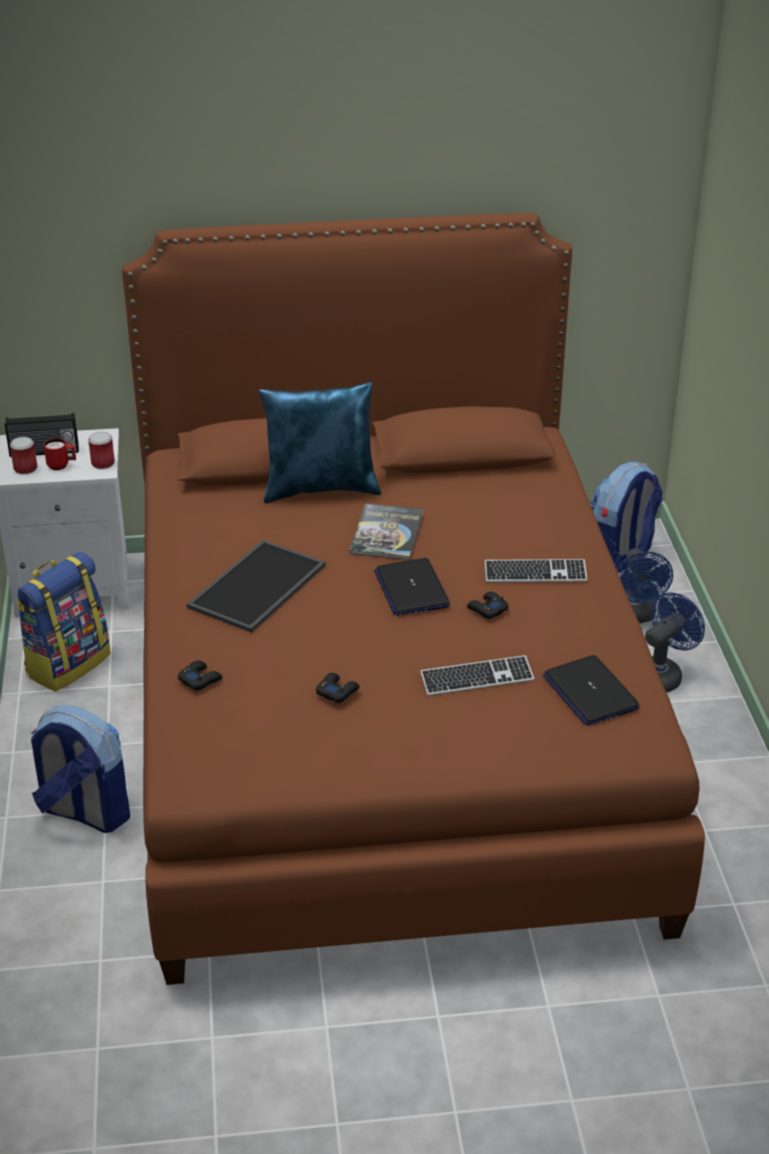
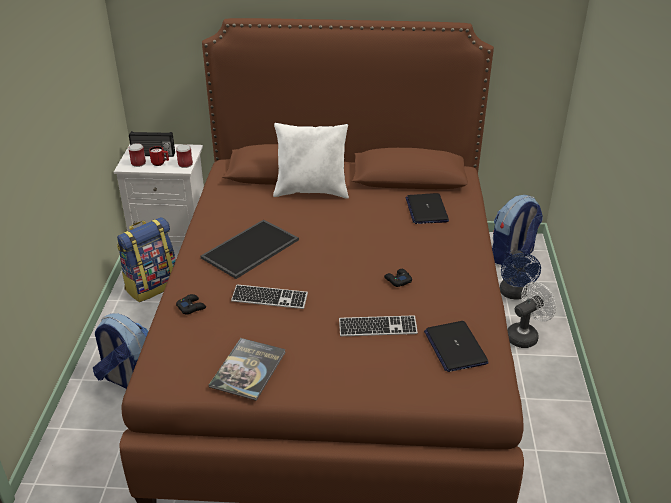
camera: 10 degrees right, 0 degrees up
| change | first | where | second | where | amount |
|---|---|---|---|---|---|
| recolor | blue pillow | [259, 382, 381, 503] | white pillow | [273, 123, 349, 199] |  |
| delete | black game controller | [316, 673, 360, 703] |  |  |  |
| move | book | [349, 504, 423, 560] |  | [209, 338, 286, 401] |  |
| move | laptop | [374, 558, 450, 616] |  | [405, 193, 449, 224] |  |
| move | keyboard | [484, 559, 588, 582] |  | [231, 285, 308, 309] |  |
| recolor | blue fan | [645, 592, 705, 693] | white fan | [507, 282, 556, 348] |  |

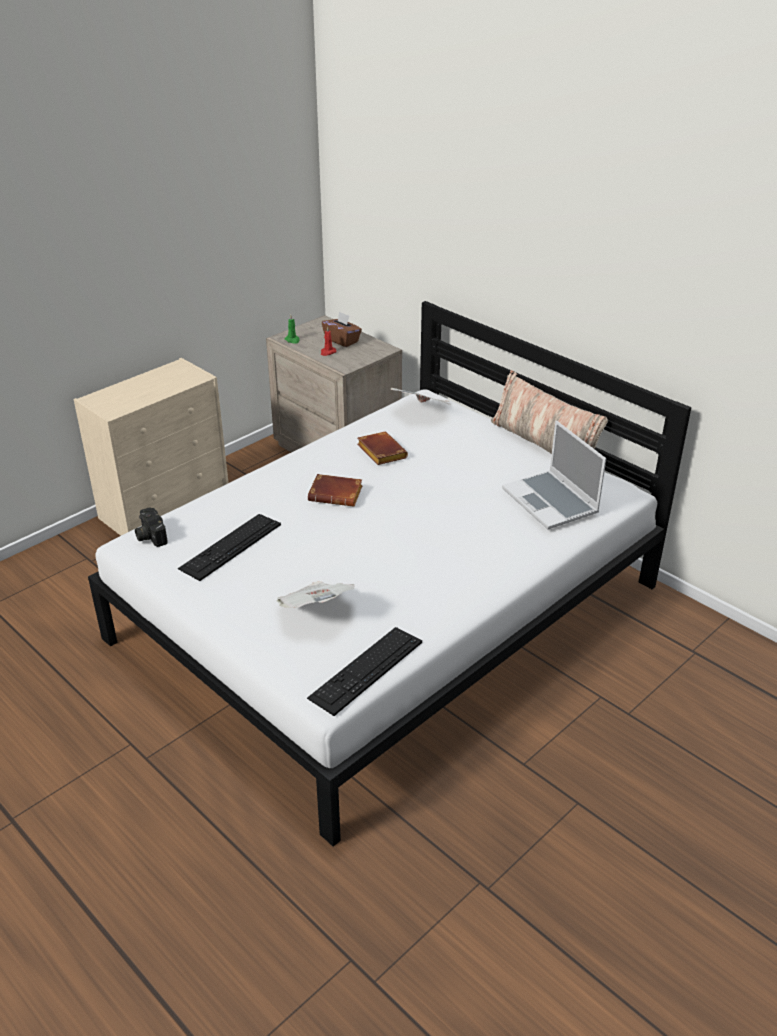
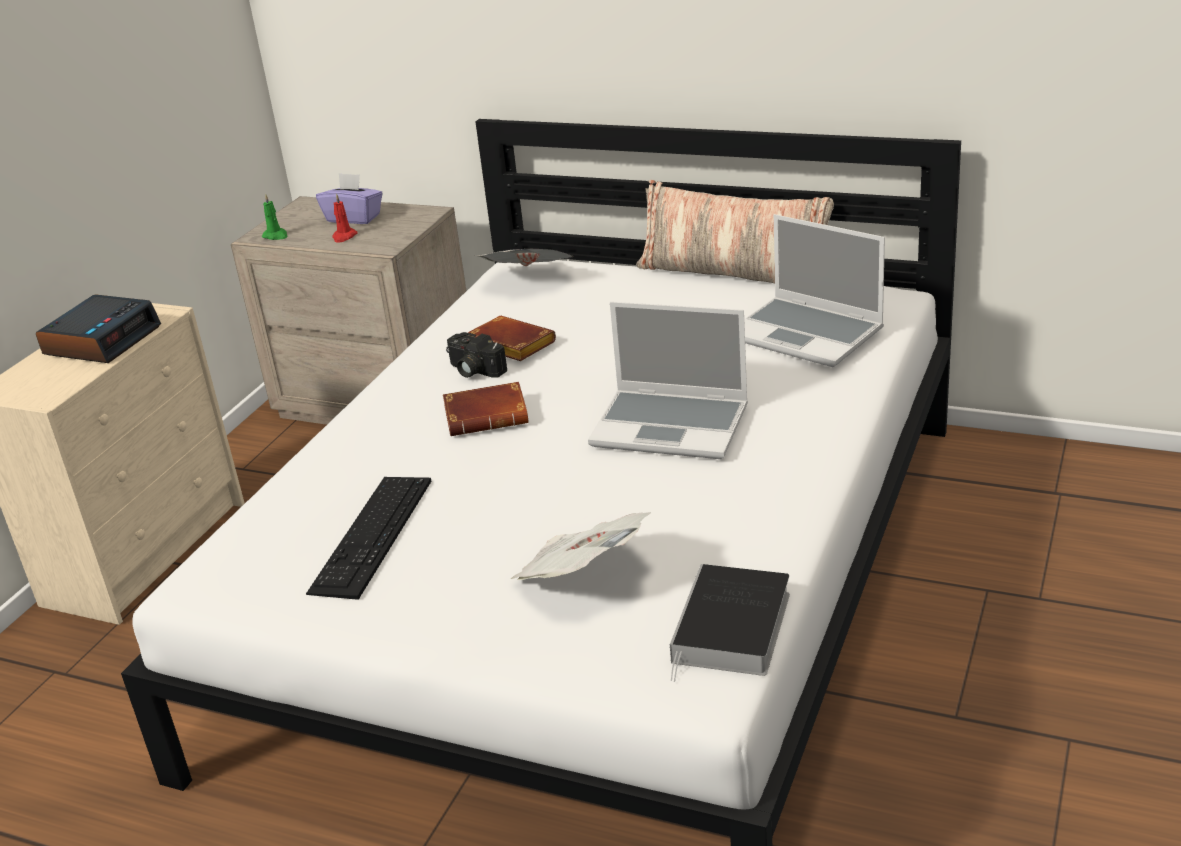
camera: 20 degrees left, 5 degrees down
| change | first | where | second | where | amount |
|---|---|---|---|---|---|
| move | photo camera | [135, 507, 168, 547] |  | [446, 332, 507, 378] |  |
| replace | keyboard | [307, 627, 422, 716] | book | [670, 564, 790, 682] |  |
| recolor | brown tissue box | [322, 311, 362, 347] | purple tissue box | [316, 173, 383, 224] |  |
| insert |  |  | alarm clock | [36, 295, 161, 363] |  |
| insert |  |  | laptop | [588, 302, 748, 459] |  |

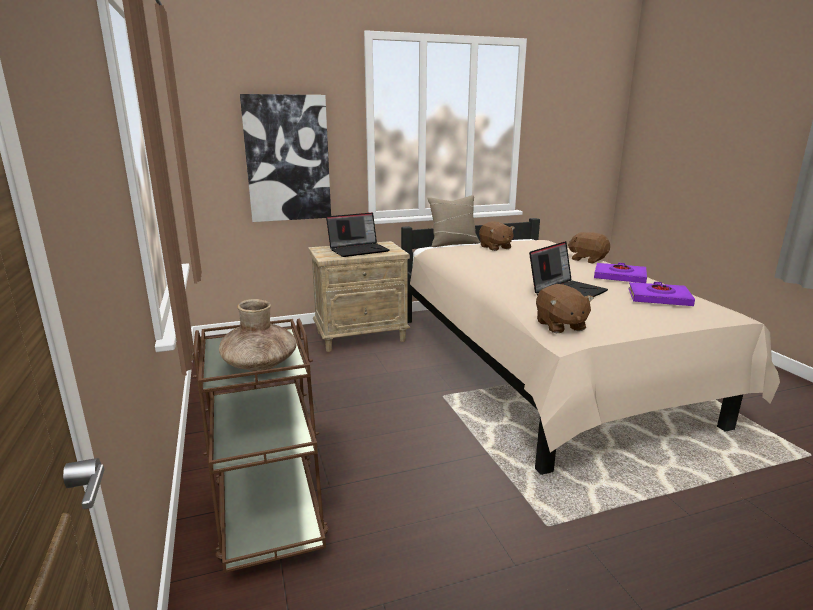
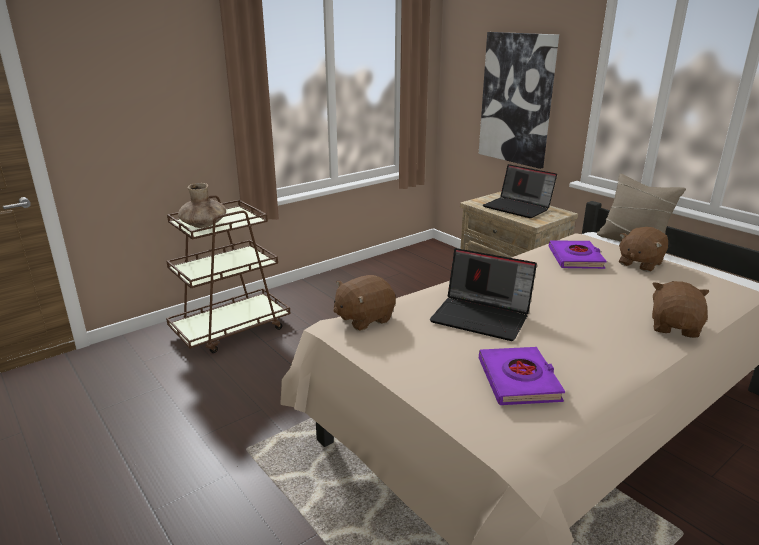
camera: 70 degrees right, 5 degrees up
| change | first | where | second | where | amount |
|---|---|---|---|---|---|
| move | purple book | [594, 263, 647, 283] |  | [548, 240, 606, 269] |  |

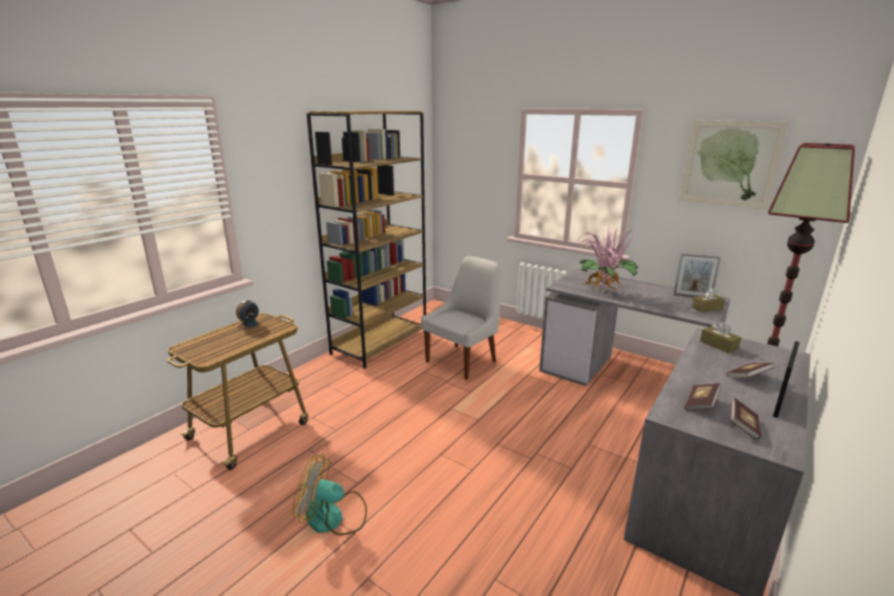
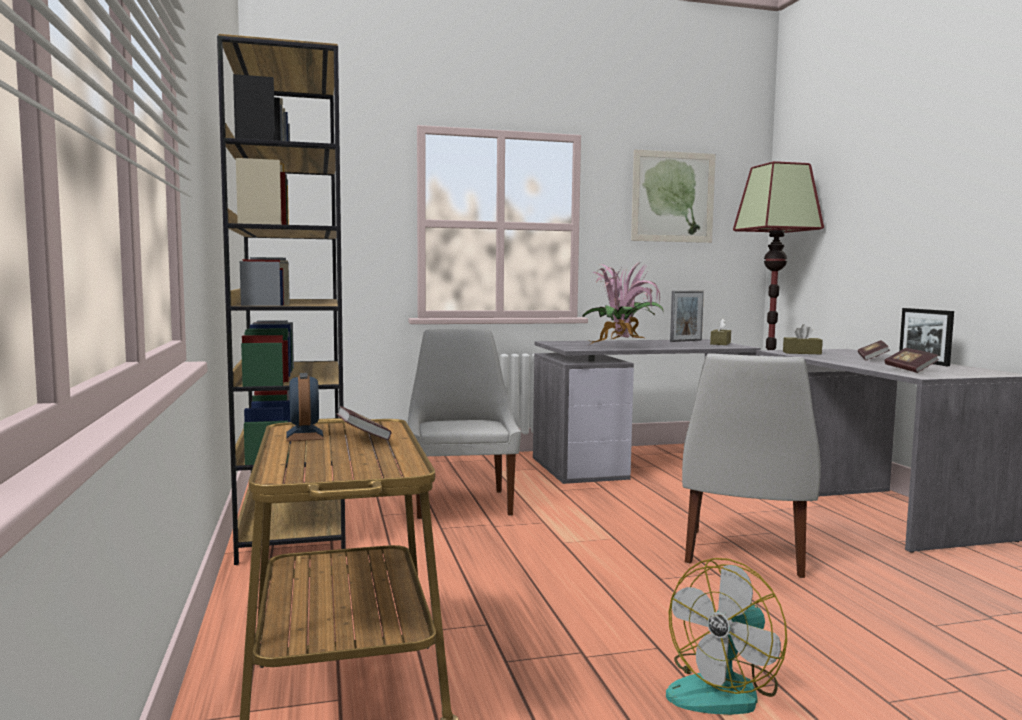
camera: 50 degrees left, 15 degrees down
| change | first | where | second | where | amount |
|---|---|---|---|---|---|
| move | book | [731, 398, 761, 440] |  | [337, 406, 392, 441] |  |
| insert |  |  | white chair | [682, 353, 821, 578] |  |

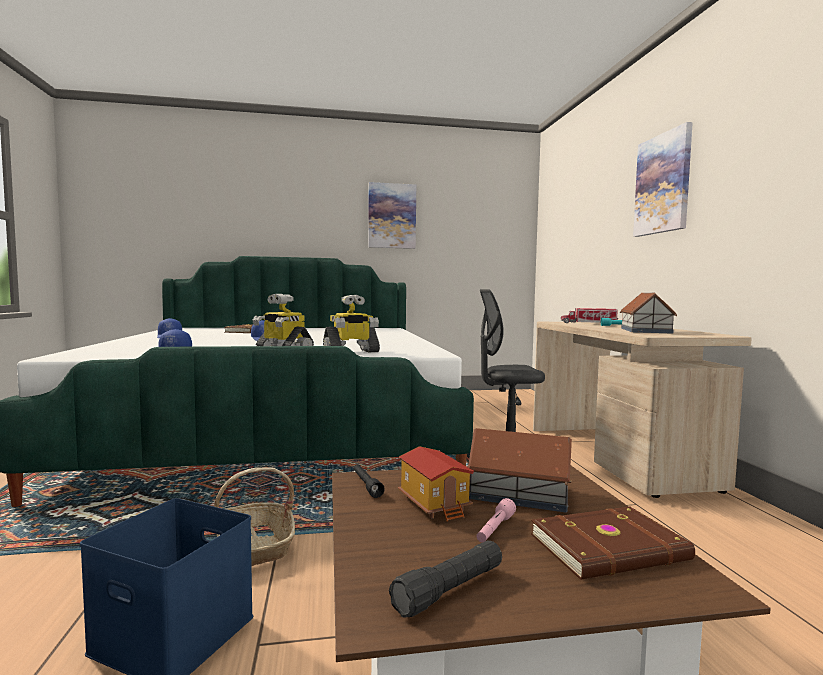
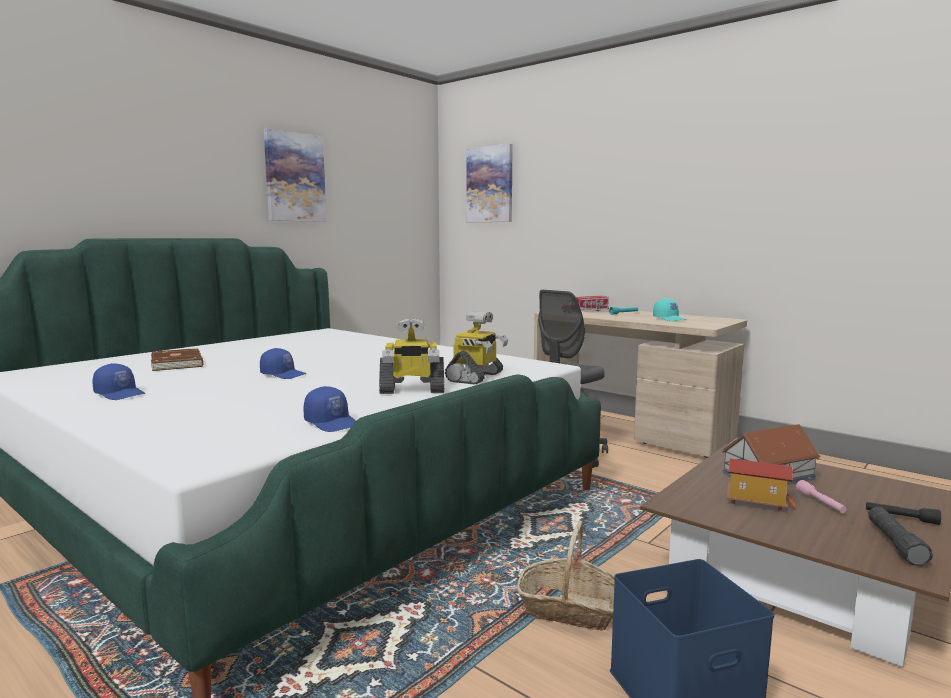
camera: 40 degrees left, 5 degrees up
| change | first | where | second | where | amount |
|---|---|---|---|---|---|
| move | black flashlight | [353, 464, 385, 498] |  | [866, 502, 941, 525] |  |
| delete | brown book | [531, 506, 695, 579] |  |  |  |
| replace | toy house | [620, 293, 677, 334] | turquoise cap | [653, 298, 686, 321] |  |
| move | picture | [633, 122, 693, 237] |  | [466, 144, 513, 223] |  |

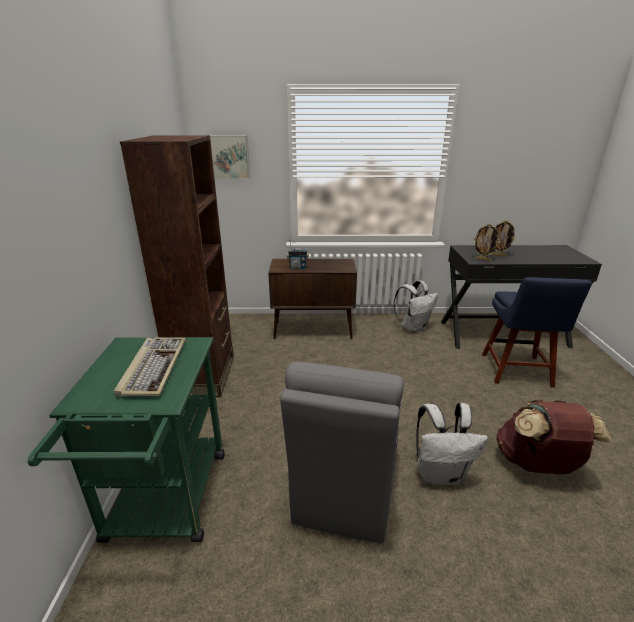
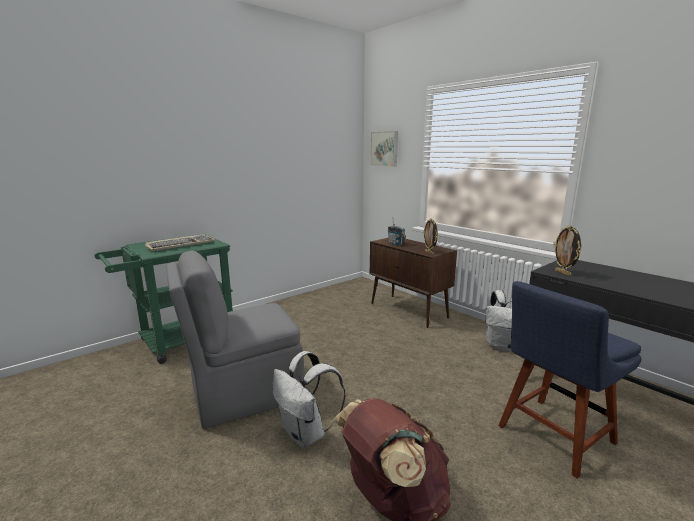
camera: 50 degrees right, 10 degrees down
| change | first | where | second | where | amount |
|---|---|---|---|---|---|
| delete | brown bookcase | [120, 135, 234, 397] |  |  |  |
| move | picture frame | [492, 220, 516, 256] |  | [423, 218, 438, 254] |  |

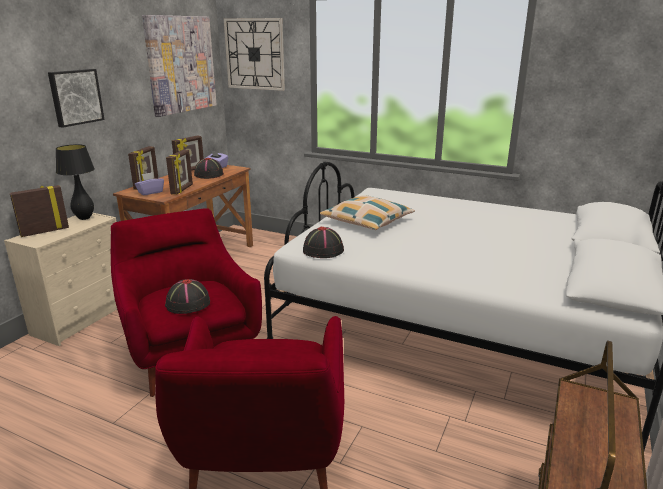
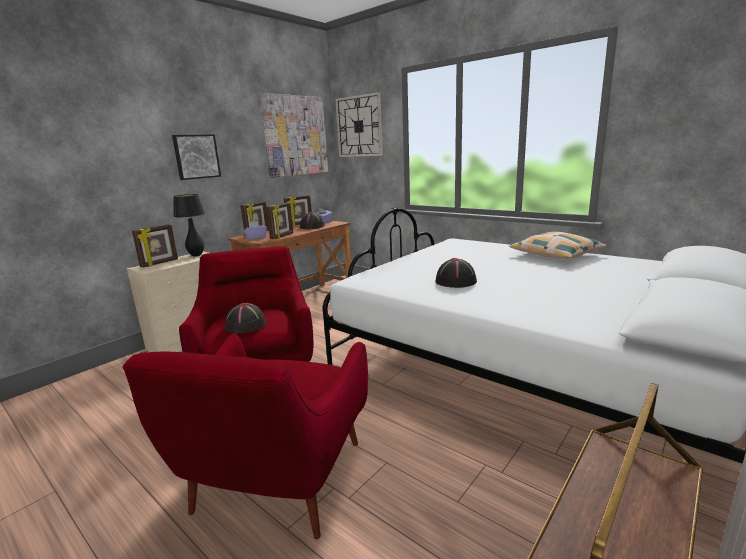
camera: 15 degrees right, 5 degrees down
| change | first | where | second | where | amount |
|---|---|---|---|---|---|
| rotate | picture frame | [10, 185, 69, 237] |  | [132, 224, 178, 268] | 150 degrees clockwise |
| move | black hat | [303, 227, 344, 258] |  | [435, 258, 477, 288] |  |
| move | pillow | [320, 196, 415, 230] |  | [509, 232, 606, 259] |  |

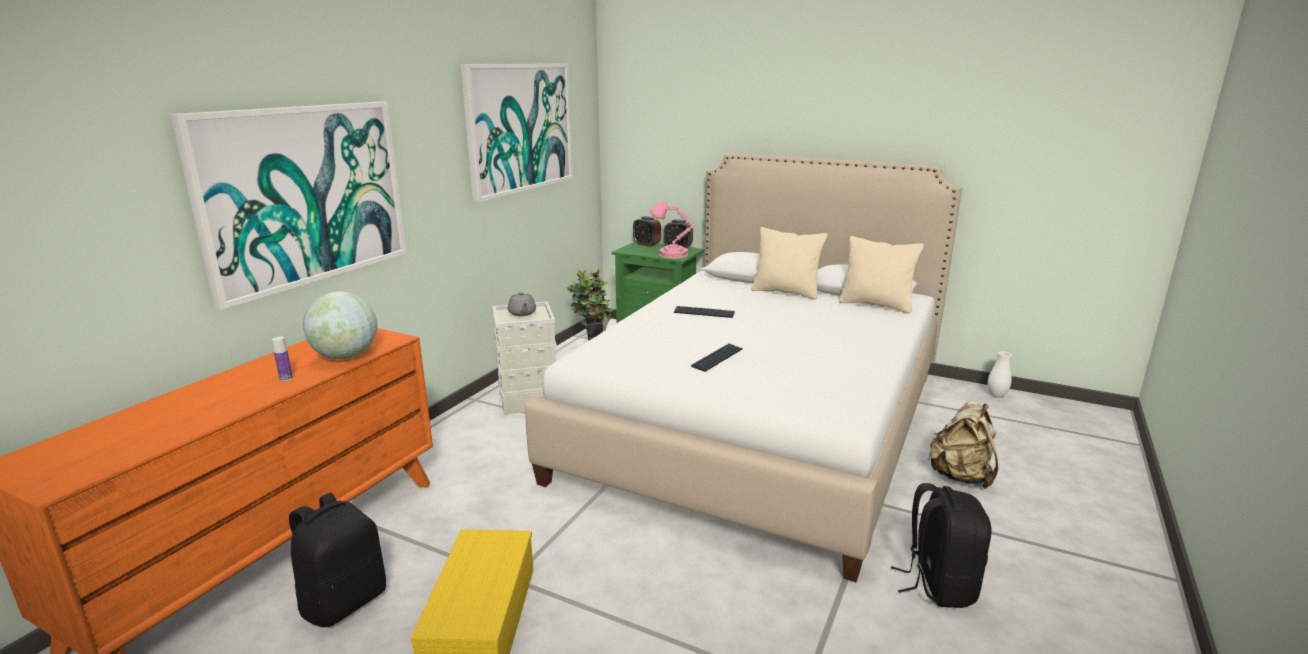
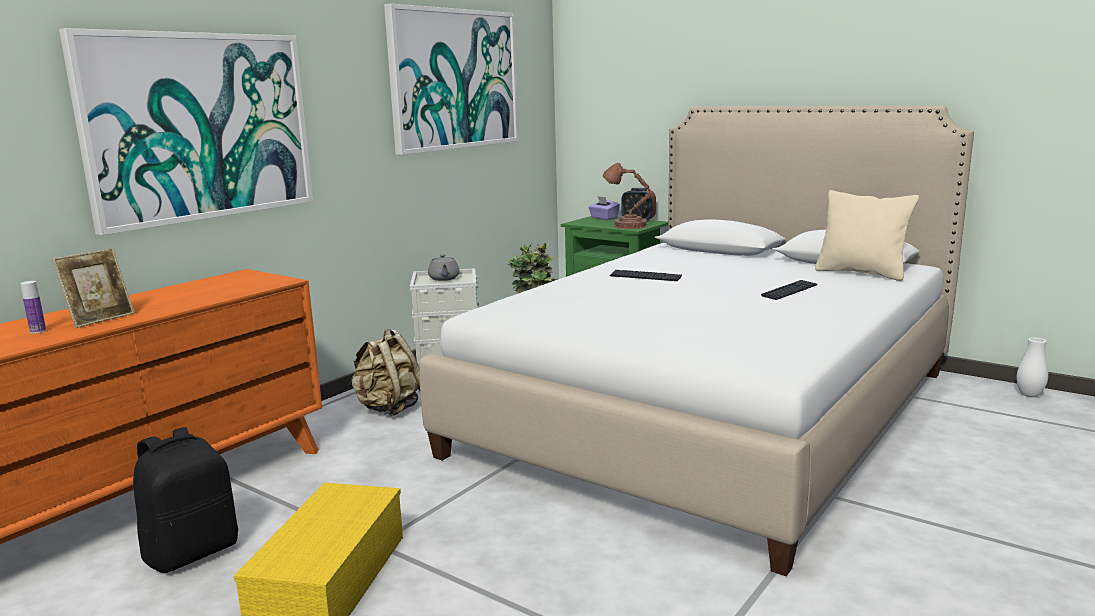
camera: 10 degrees right, 5 degrees down
| change | first | where | second | where | amount |
|---|---|---|---|---|---|
| move | bottle | [272, 337, 293, 381] |  | [20, 281, 46, 334] |  |
| delete | globe | [303, 291, 377, 359] |  |  |  |
| replace | alarm clock | [633, 216, 661, 247] | purple tissue box | [588, 196, 620, 220] |  |
| recolor | pink table lamp | [650, 200, 694, 258] | brown table lamp | [603, 163, 654, 229] |  |
| move | keyboard | [691, 344, 743, 372] |  | [761, 280, 818, 300] |  |
| delete | beige pillow | [751, 227, 828, 299] |  |  |  |
| delete | black backpack | [891, 483, 992, 608] |  |  |  |
| move | beige backpack | [927, 401, 998, 489] |  | [349, 329, 420, 416] |  |
| insert |  |  | picture frame | [52, 249, 135, 328] |  |

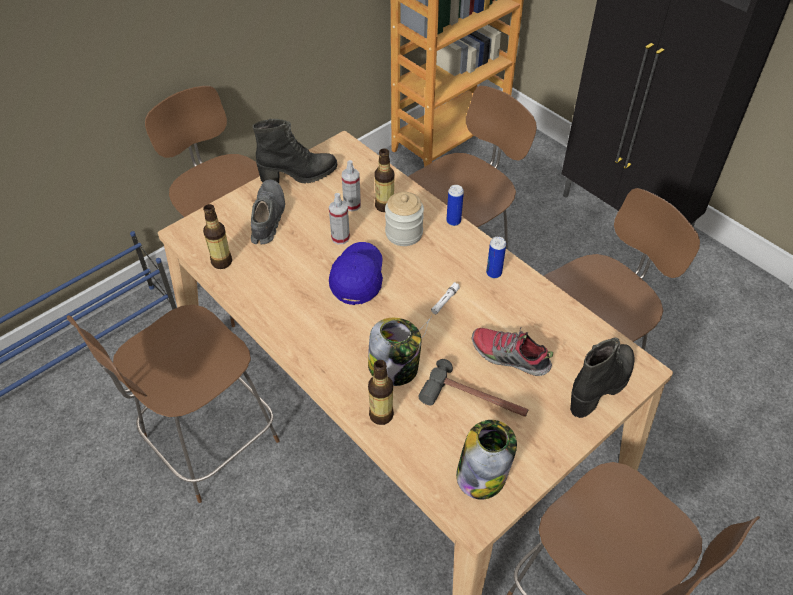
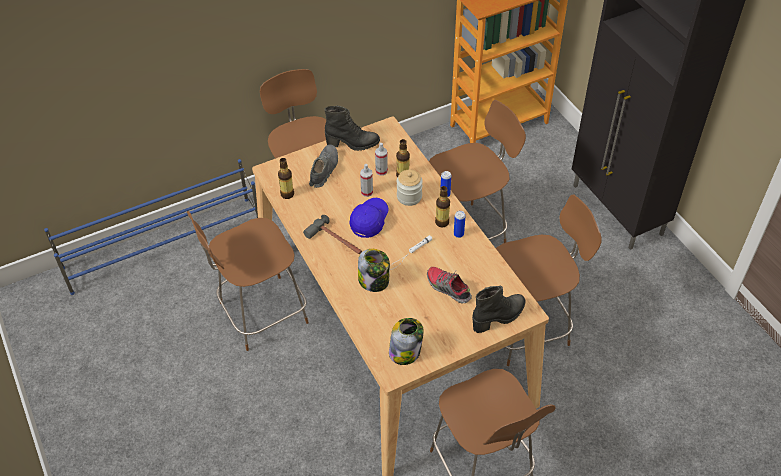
camera: 15 degrees right, 0 degrees up
| change | first | where | second | where | amount |
|---|---|---|---|---|---|
| move | bottle | [368, 360, 394, 425] |  | [435, 186, 450, 228] |  |
| move | hammer | [419, 359, 528, 417] |  | [303, 215, 362, 254] |  |

